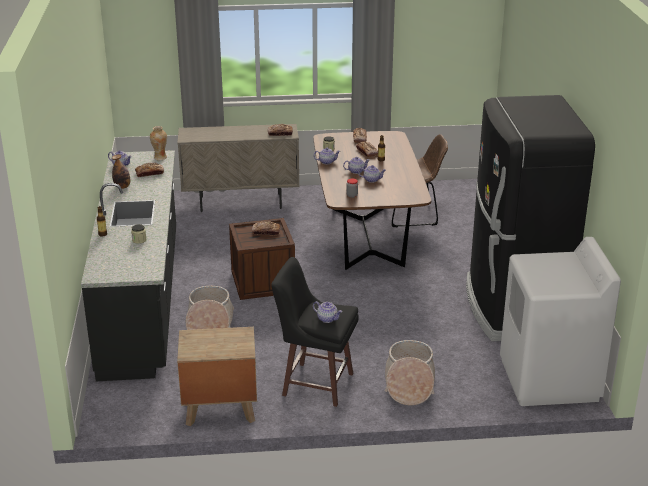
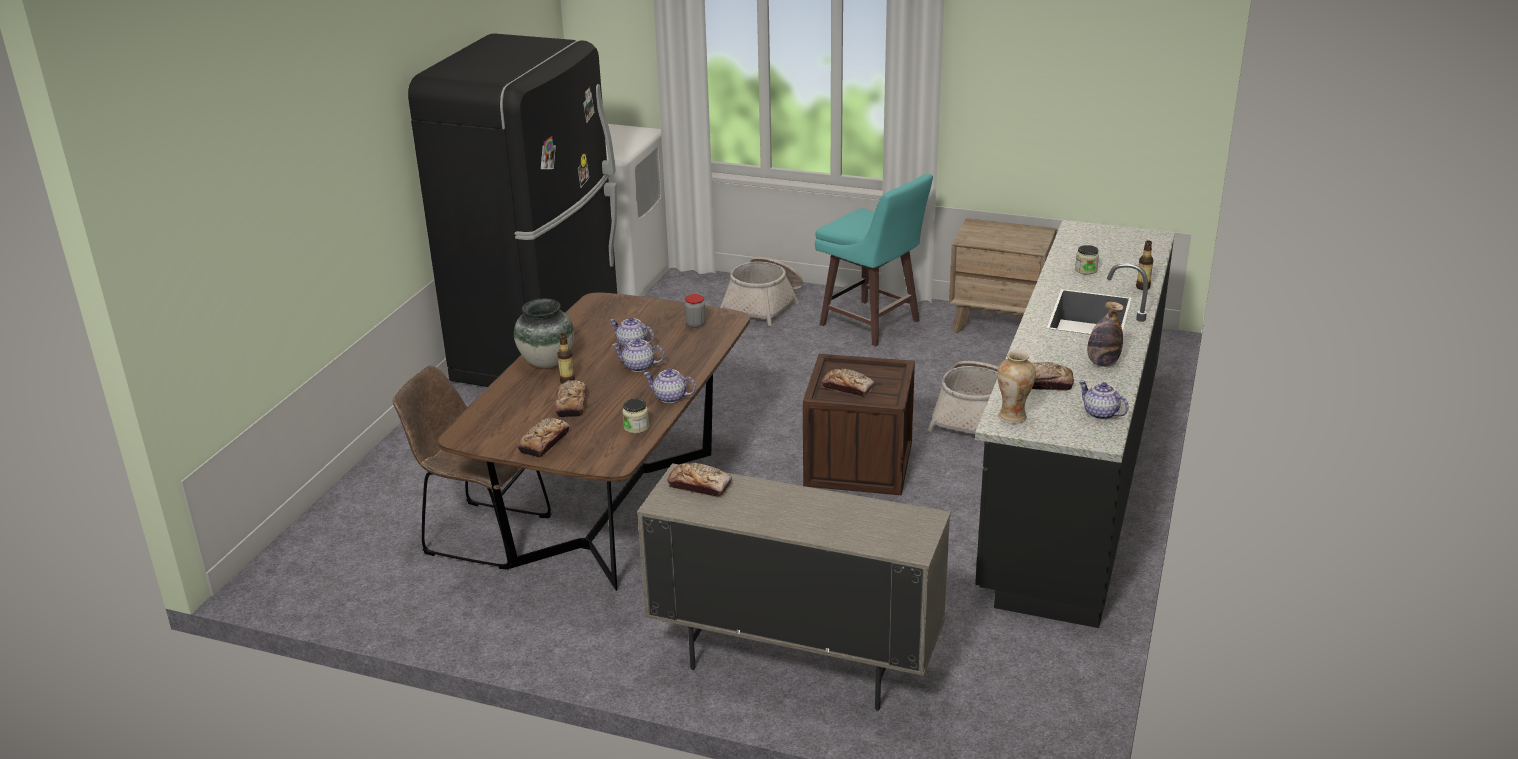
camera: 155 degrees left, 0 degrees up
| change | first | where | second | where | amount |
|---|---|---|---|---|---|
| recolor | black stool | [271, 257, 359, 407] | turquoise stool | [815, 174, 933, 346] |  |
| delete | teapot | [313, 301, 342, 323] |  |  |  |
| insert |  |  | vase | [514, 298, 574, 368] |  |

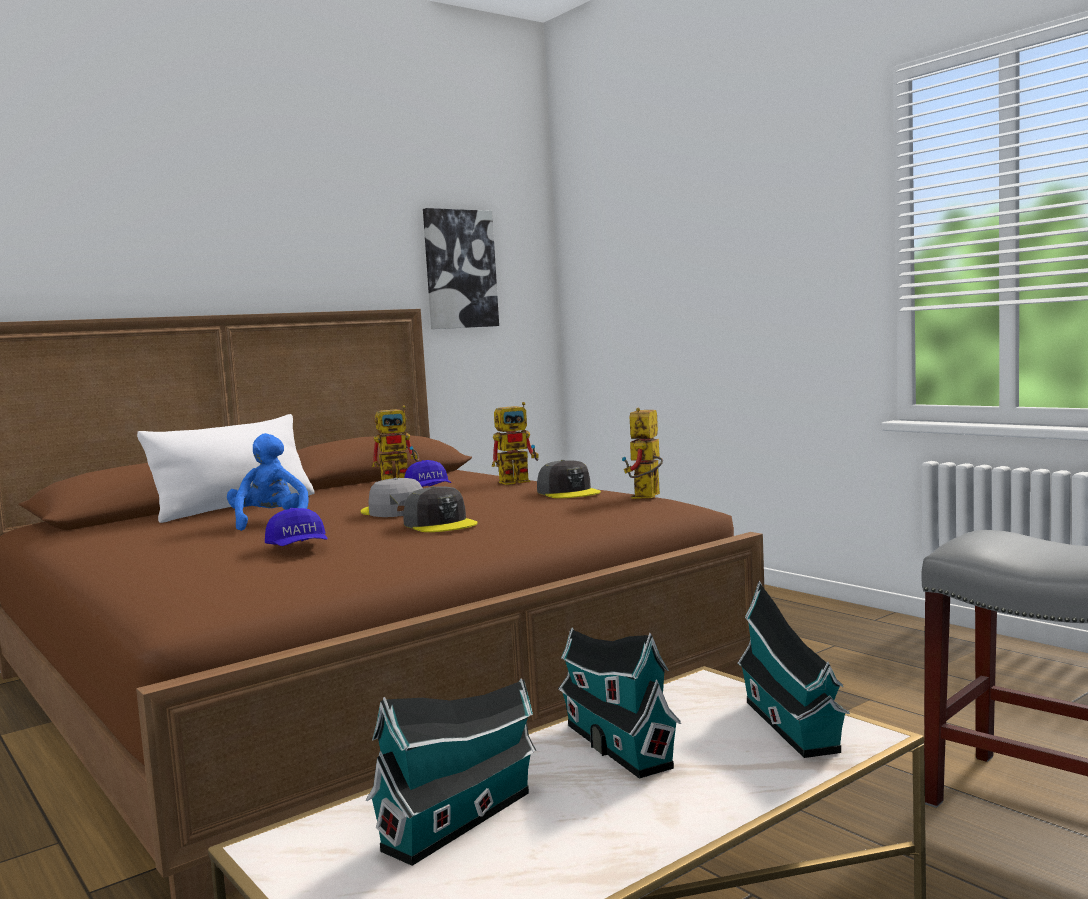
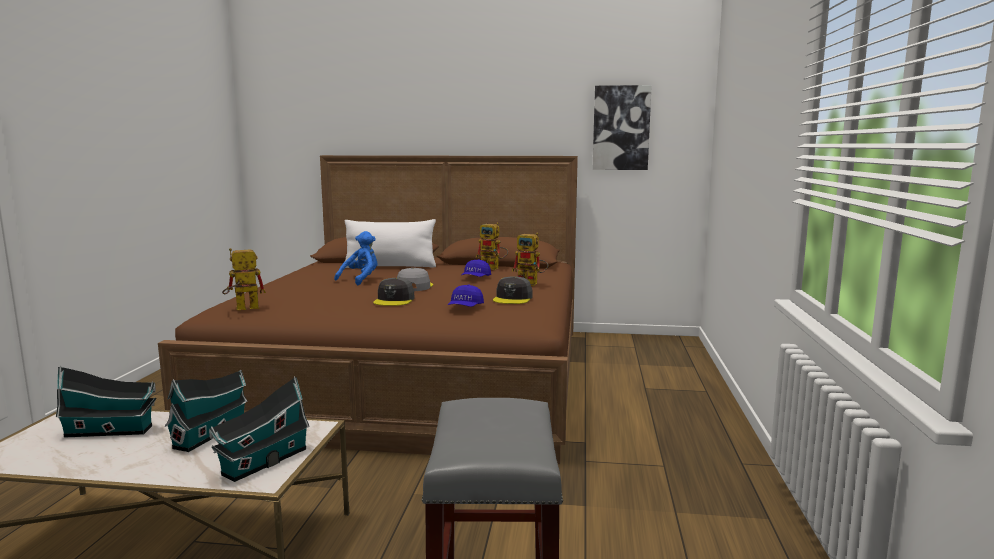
camera: 45 degrees right, 5 degrees up
| change | first | where | second | where | amount |
|---|---|---|---|---|---|
| move | blue cap | [265, 508, 328, 546] |  | [448, 284, 484, 307] |  |
| move | toy robot | [622, 408, 663, 499] |  | [222, 248, 266, 310] |  |

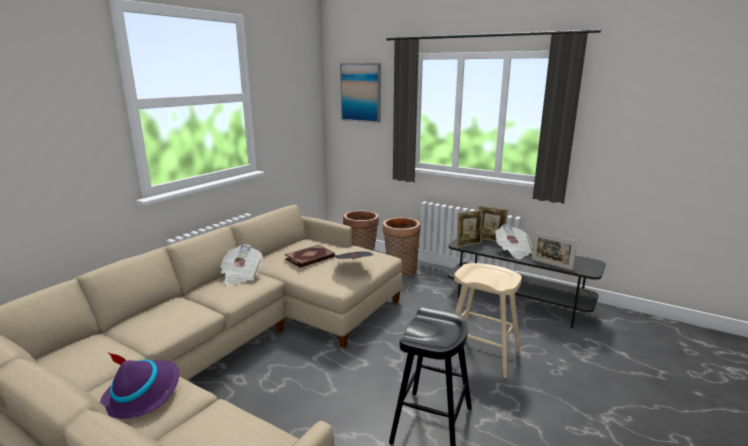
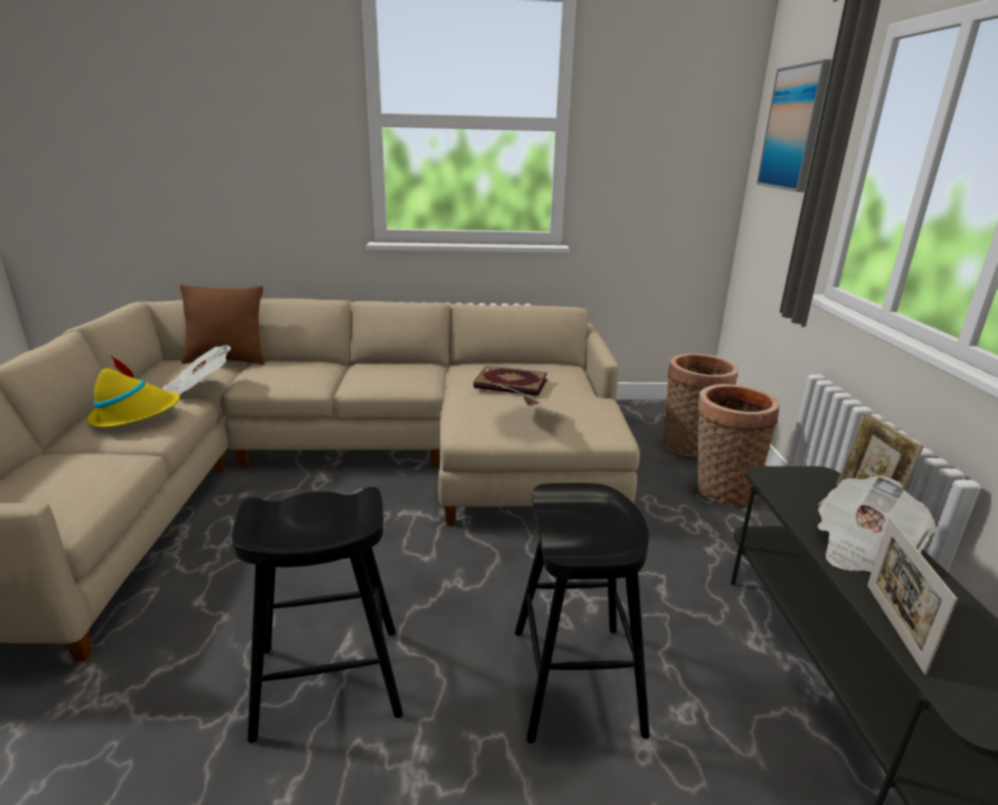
camera: 55 degrees right, 5 degrees up
| change | first | where | second | where | amount |
|---|---|---|---|---|---|
| recolor | purple hat | [100, 352, 179, 419] | yellow hat | [87, 355, 180, 427] |  |
| move | newspaper | [220, 245, 263, 285] |  | [162, 345, 231, 395] |  |
| recolor | beige stool | [454, 263, 522, 378] | black stool | [515, 483, 650, 743] |  |
| delete | picture frame | [457, 210, 483, 247] |  |  |  |
| insert |  |  | brown pillow | [180, 284, 265, 365] |  |

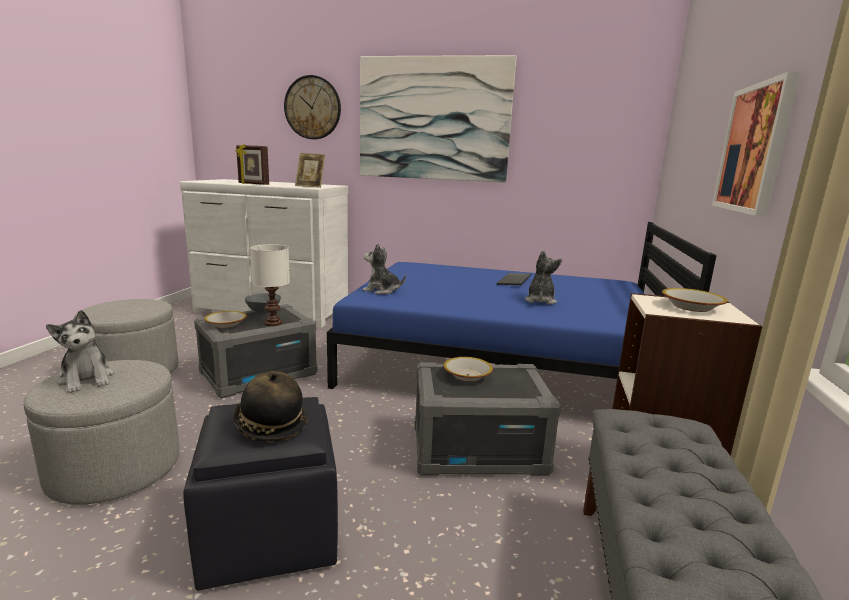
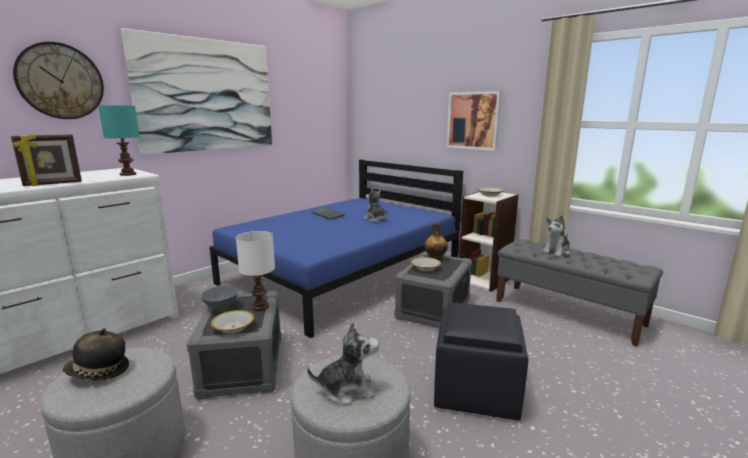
camera: 60 degrees left, 0 degrees up
| change | first | where | second | where | amount |
|---|---|---|---|---|---|
| move | hat | [233, 371, 307, 442] |  | [63, 328, 129, 381] |  |
| replace | picture frame | [295, 153, 326, 188] | turquoise table lamp | [98, 106, 140, 176] |  |
| move | plush toy | [363, 243, 406, 294] |  | [542, 215, 570, 257] |  |
| insert |  |  | bottle | [424, 222, 448, 260] |  |

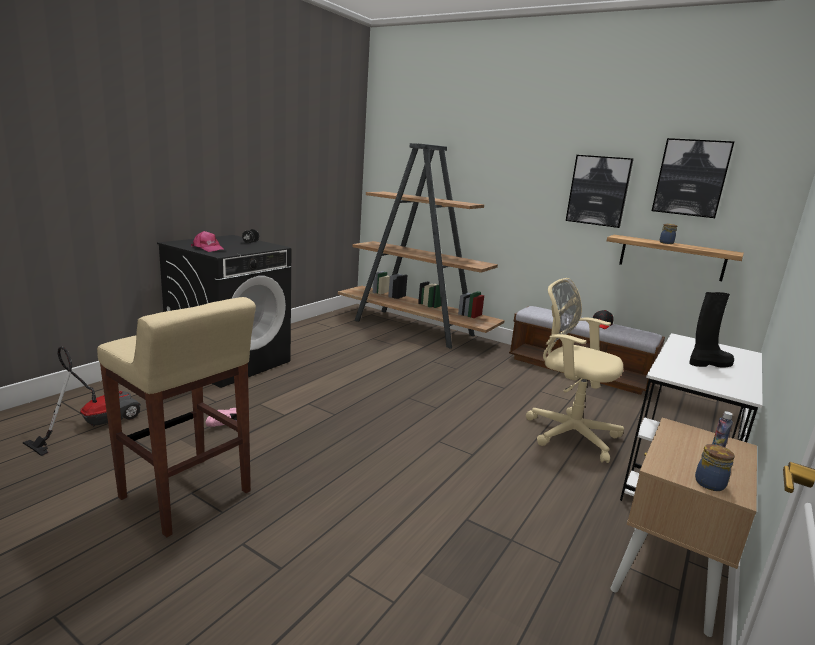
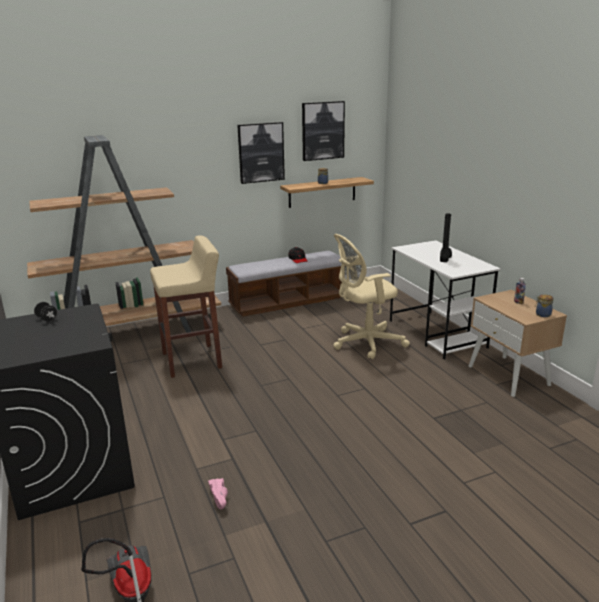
camera: 55 degrees left, 5 degrees up
| change | first | where | second | where | amount |
|---|---|---|---|---|---|
| move | beige stool | [97, 297, 256, 538] |  | [150, 236, 222, 378] |  |
| delete | pink cap | [191, 231, 225, 252] |  |  |  |

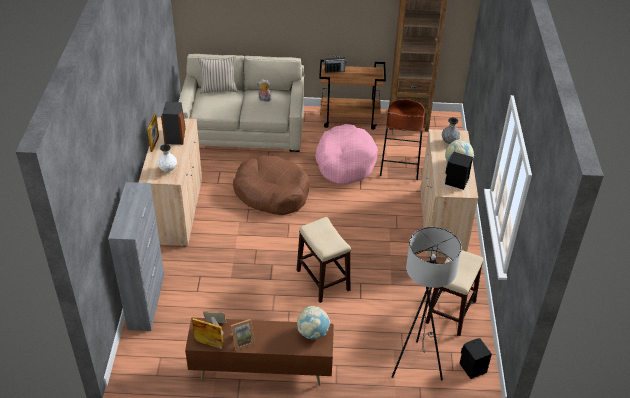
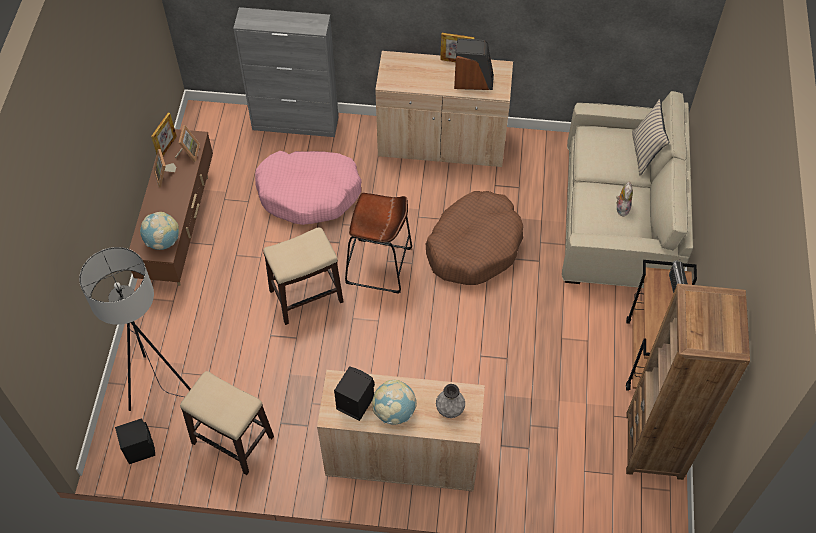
camera: 95 degrees right, 15 degrees up
| change | first | where | second | where | amount |
|---|---|---|---|---|---|
| delete | white vase | [157, 144, 177, 172] |  |  |  |
| move | pink dog bed | [315, 124, 378, 185] |  | [255, 151, 362, 225] |  |
| move | brown stool | [380, 99, 425, 180] |  | [345, 193, 412, 294] |  |

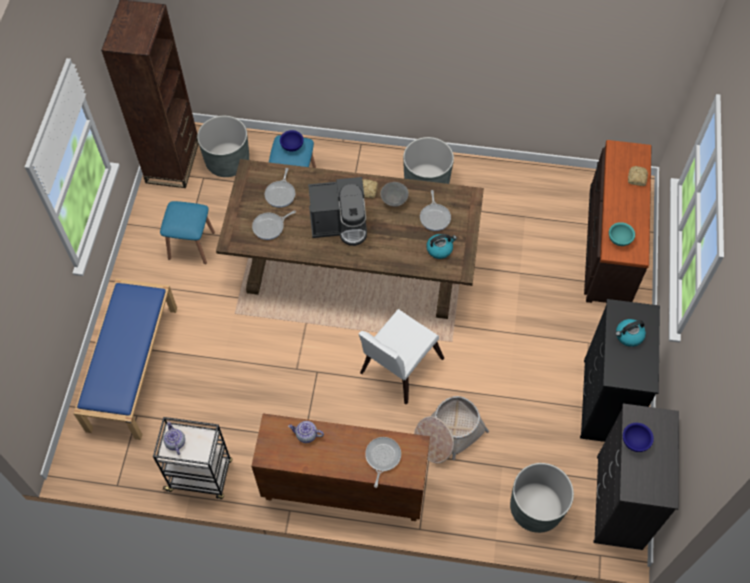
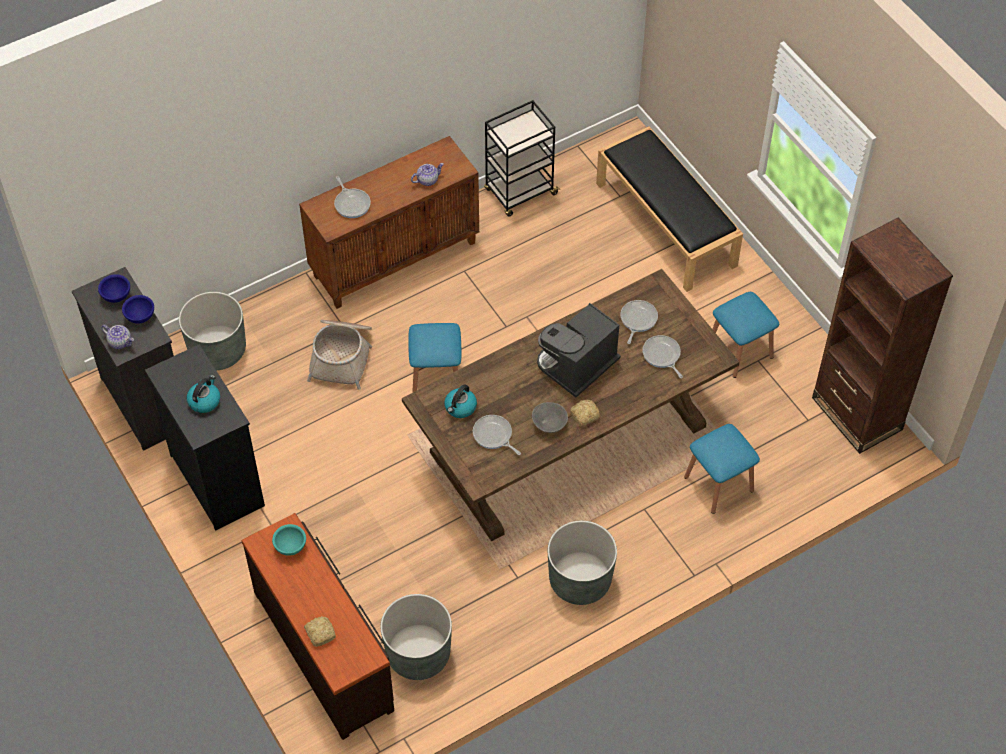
camera: 140 degrees right, 5 degrees down
| change | first | where | second | where | amount |
|---|---|---|---|---|---|
| recolor | blue bench | [73, 279, 177, 440] | black bench | [596, 126, 743, 292] |  |
| move | teapot | [163, 421, 185, 455] |  | [101, 325, 134, 349] |  |
| move | grey planter | [197, 116, 249, 177] |  | [380, 594, 452, 680] |  |
| move | blue bowl | [280, 130, 304, 152] |  | [98, 274, 130, 303] |  |
| replace | white chair | [359, 309, 444, 405] | blue stool | [408, 323, 461, 393] |  |

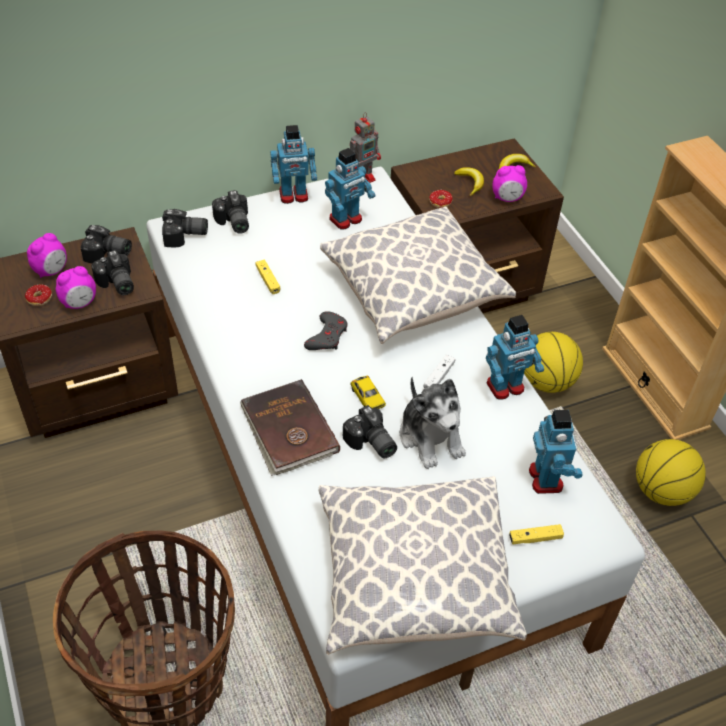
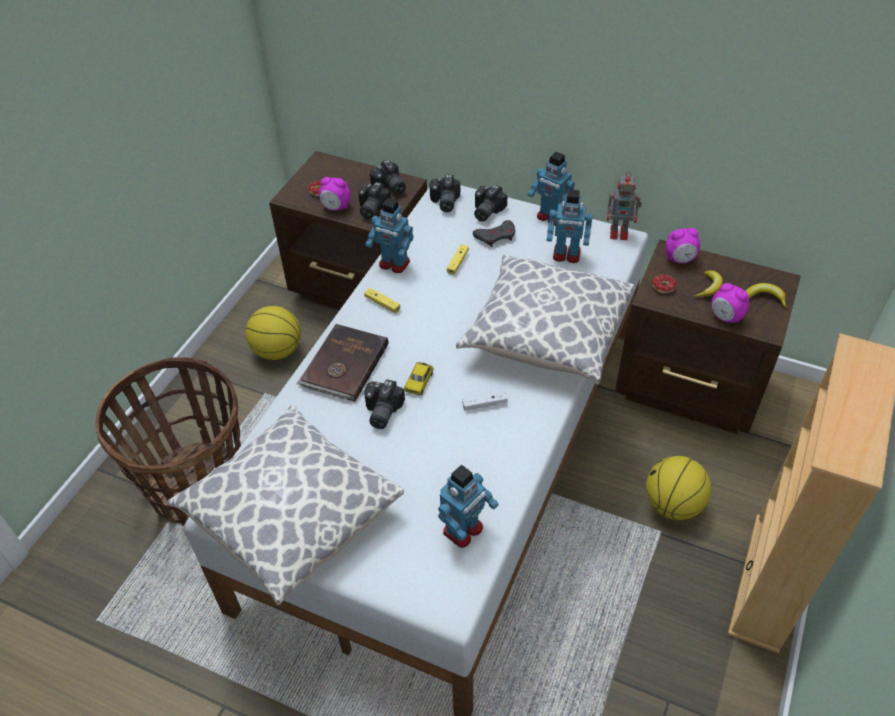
camera: 50 degrees right, 0 degrees up
| change | first | where | second | where | amount |
|---|---|---|---|---|---|
| move | alarm clock | [27, 233, 67, 278] |  | [665, 228, 700, 263] |  |
| rotate | photo camera | [162, 209, 208, 247] |  | [429, 174, 460, 212] | 45 degrees clockwise |
| move | grey game controller | [304, 311, 348, 350] |  | [473, 220, 515, 247] |  |
| delete | plush toy | [400, 377, 466, 469] |  |  |  |
| move | toy robot | [486, 315, 544, 400] |  | [366, 198, 413, 273] |  |
| move | yellow game controller | [509, 524, 564, 545] |  | [364, 288, 400, 313] |  |
| move | basketball | [636, 439, 706, 506] |  | [245, 306, 301, 360] |  |

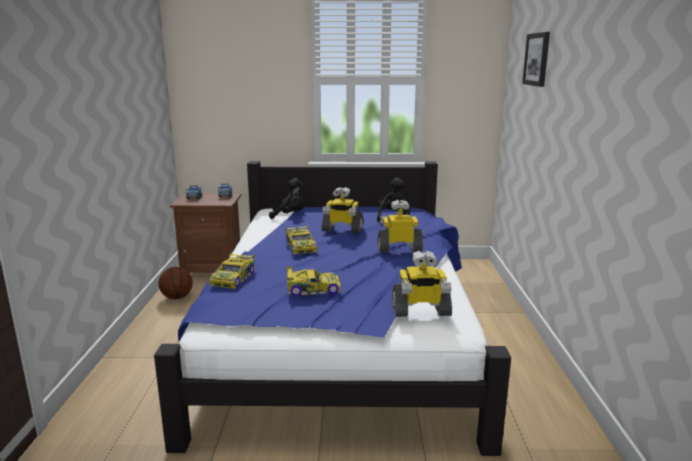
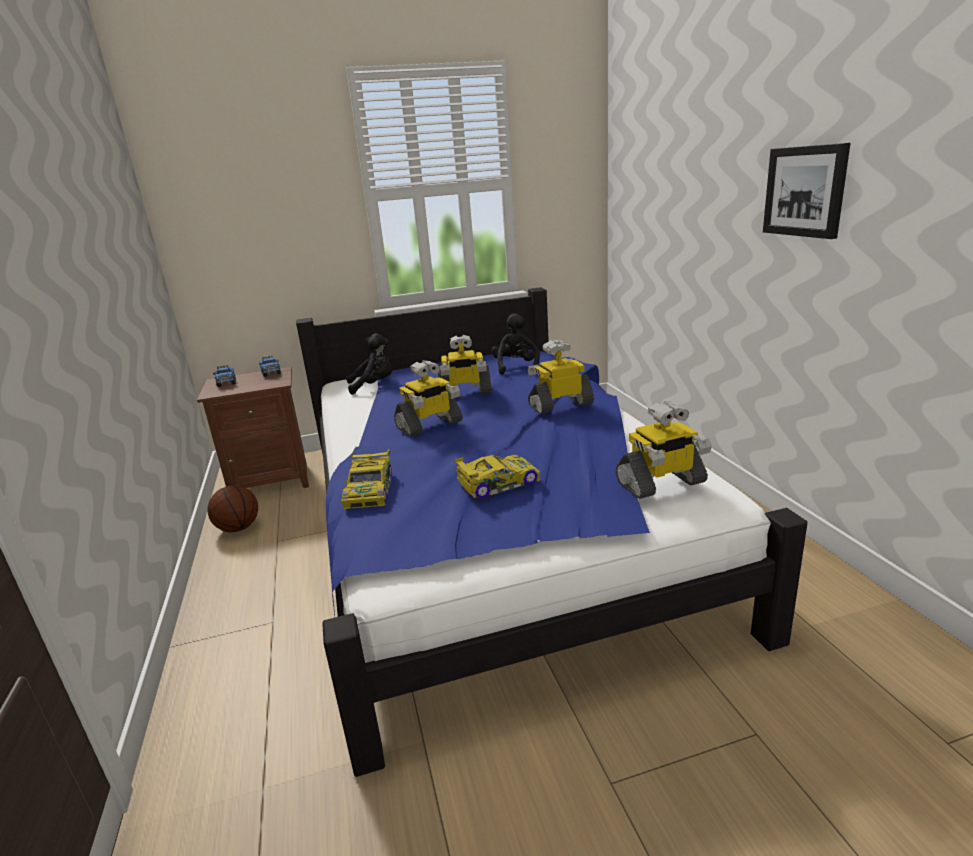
camera: 15 degrees left, 5 degrees up
| change | first | where | second | where | amount |
|---|---|---|---|---|---|
| replace | toy car | [285, 225, 317, 254] | toy robot | [394, 360, 463, 437] |  |
| move | picture | [522, 32, 550, 87] |  | [763, 143, 850, 239] |  |

